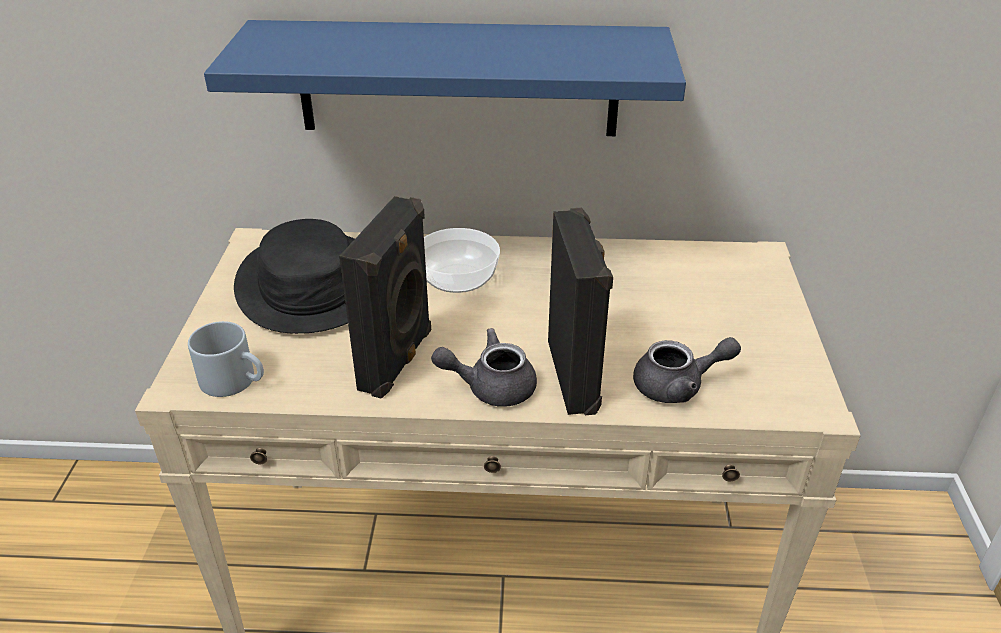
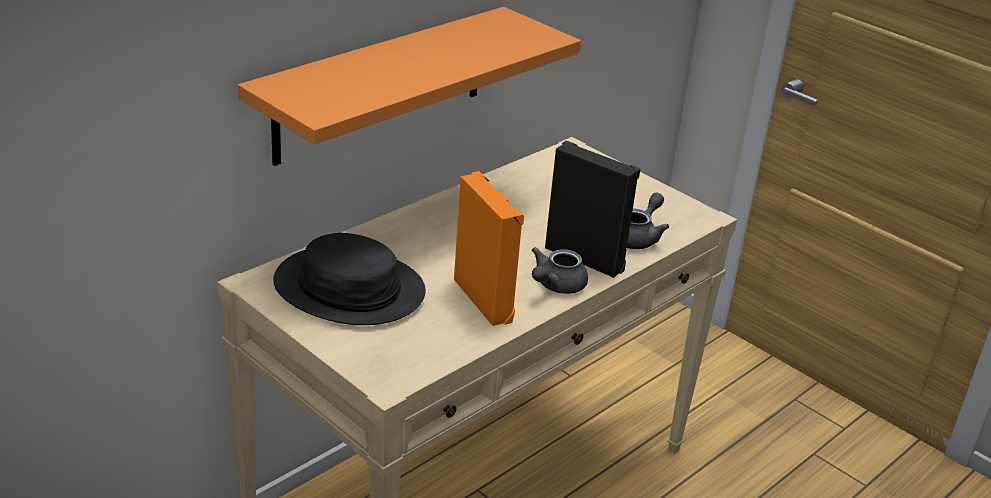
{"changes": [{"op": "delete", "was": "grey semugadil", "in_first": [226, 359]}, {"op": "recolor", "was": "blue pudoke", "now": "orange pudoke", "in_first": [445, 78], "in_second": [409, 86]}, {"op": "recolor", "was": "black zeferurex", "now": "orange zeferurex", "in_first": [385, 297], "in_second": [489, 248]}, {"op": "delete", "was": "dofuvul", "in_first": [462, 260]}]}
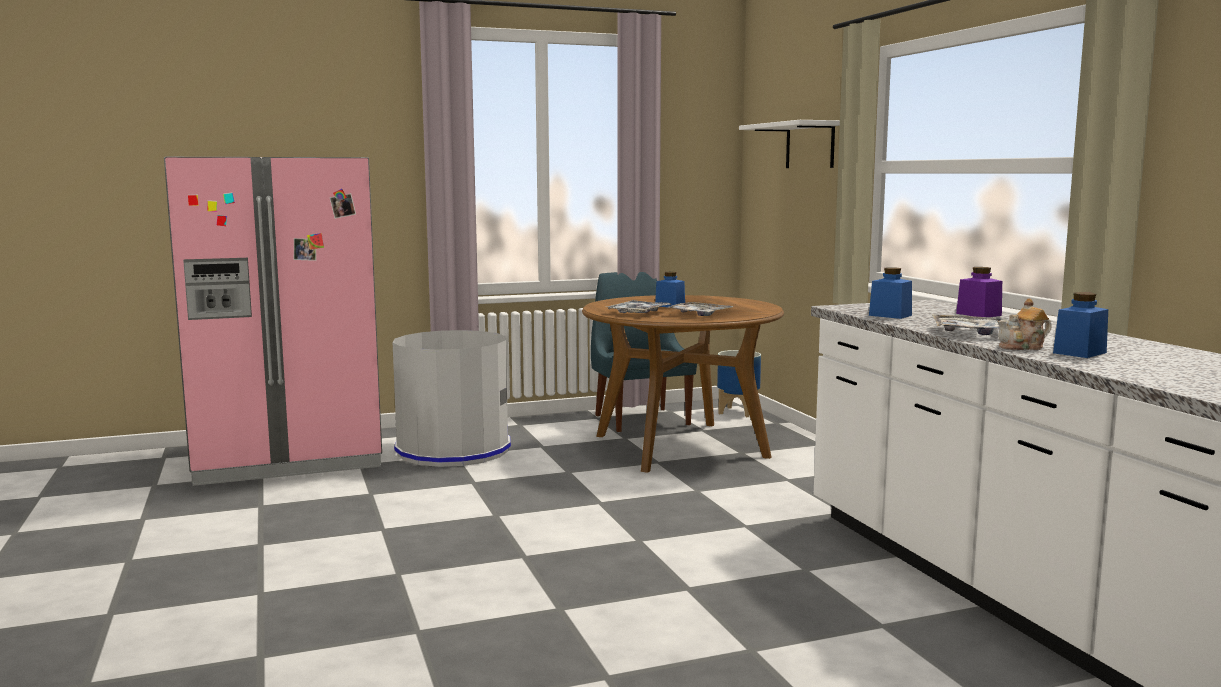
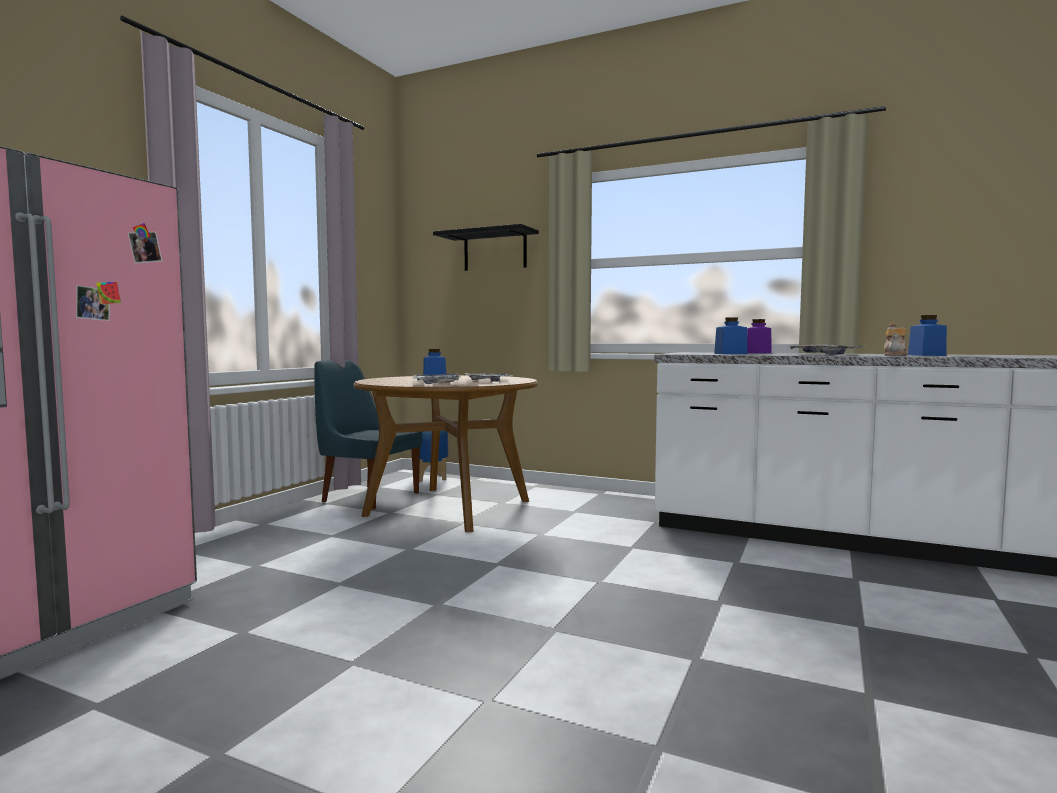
{"changes": [{"op": "delete", "was": "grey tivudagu", "in_first": [451, 398]}, {"op": "recolor", "was": "white pudoke", "now": "black pudoke", "in_first": [789, 144], "in_second": [486, 247]}]}
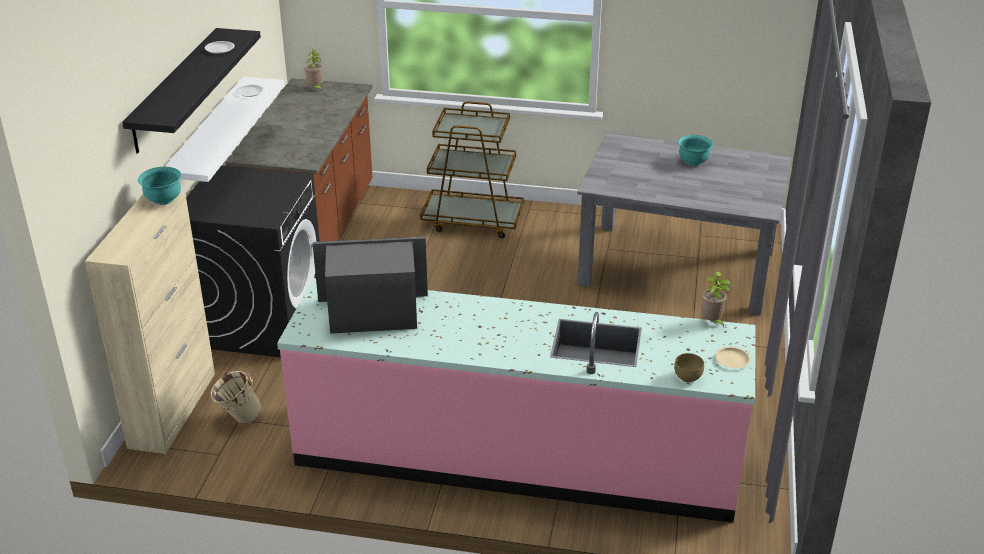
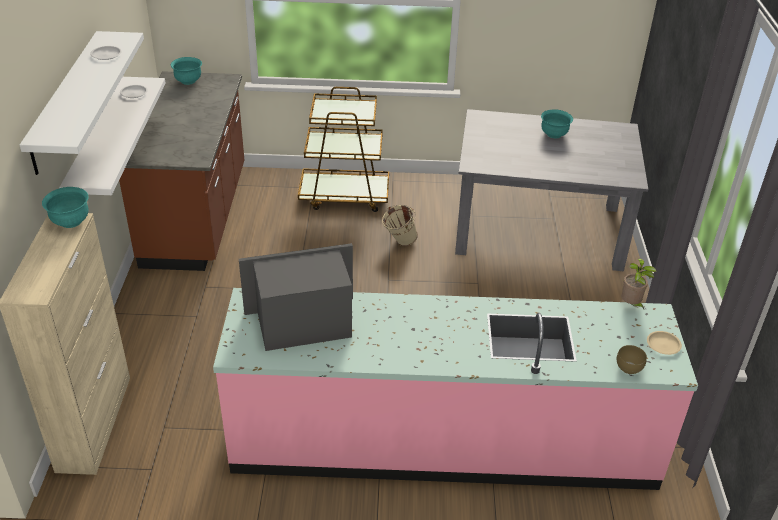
{"changes": [{"op": "recolor", "was": "black pudoke", "now": "white pudoke", "in_first": [191, 91], "in_second": [82, 103]}, {"op": "delete", "was": "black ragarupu", "in_first": [253, 262]}, {"op": "move", "was": "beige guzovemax", "in_first": [236, 397], "in_second": [400, 225]}, {"op": "replace", "was": "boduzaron", "now": "turquoise dofuvul", "in_first": [313, 69], "in_second": [186, 71]}]}
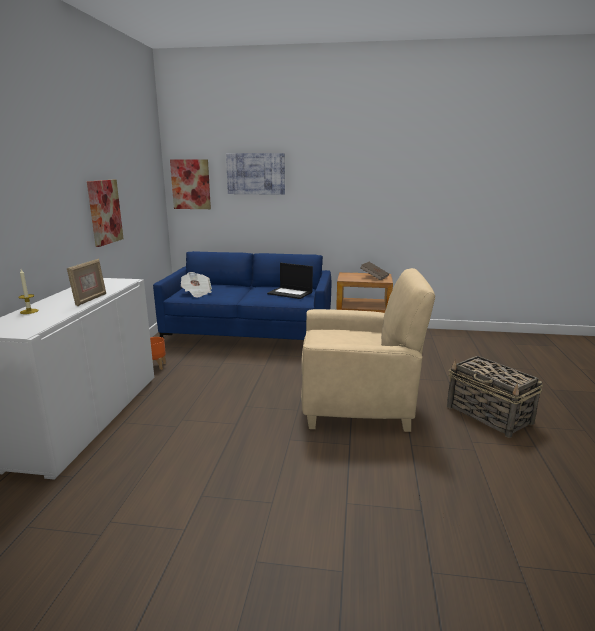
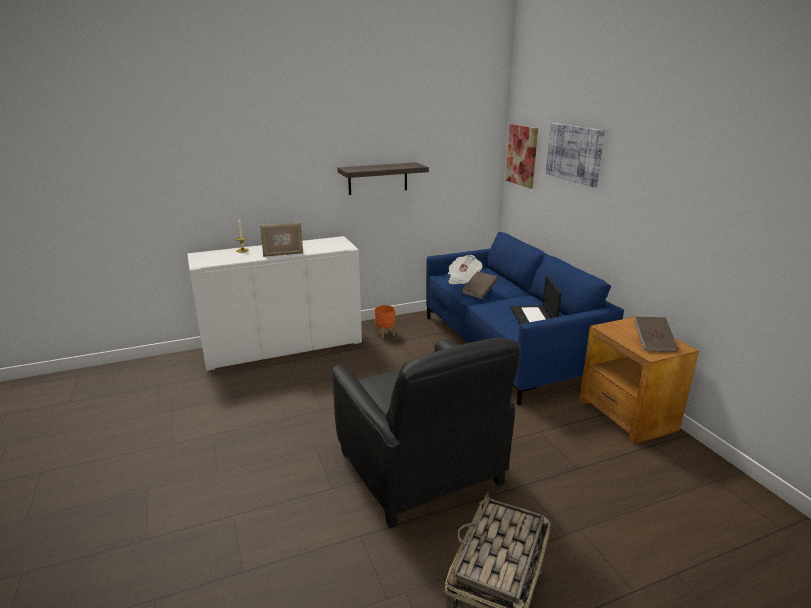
{"changes": [{"op": "replace", "was": "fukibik", "now": "pudoke", "in_first": [105, 213], "in_second": [383, 178]}, {"op": "recolor", "was": "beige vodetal", "now": "black vodetal", "in_first": [368, 350], "in_second": [426, 433]}, {"op": "insert", "now": "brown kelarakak", "in_second": [480, 285]}]}
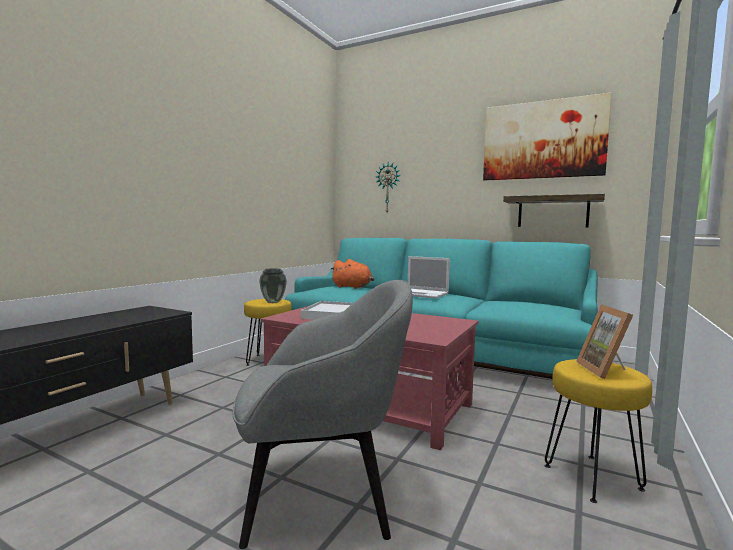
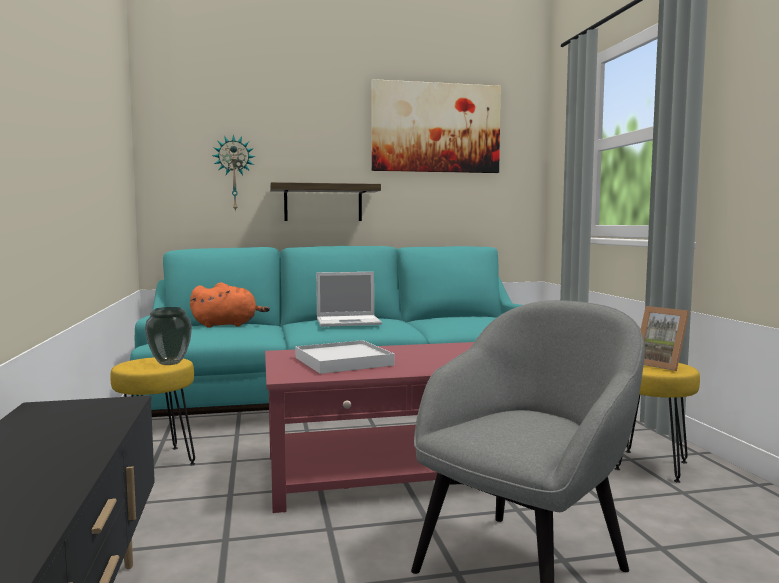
{"changes": [{"op": "move", "was": "pudoke", "in_first": [554, 210], "in_second": [325, 201]}]}
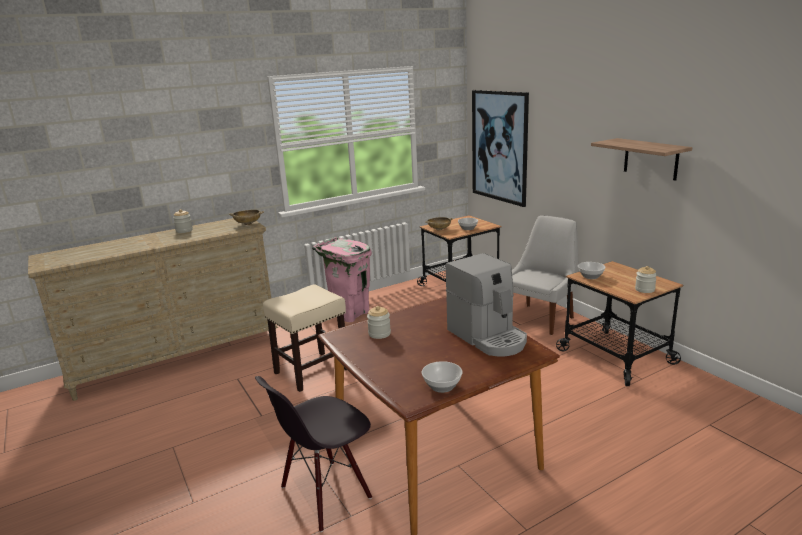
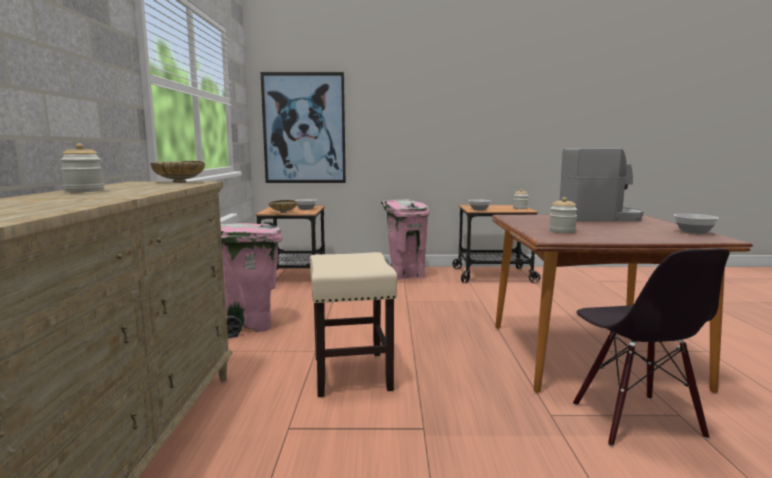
{"changes": [{"op": "replace", "was": "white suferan", "now": "pink tivudagu", "in_first": [545, 275], "in_second": [405, 239]}, {"op": "delete", "was": "pudoke", "in_first": [641, 159]}]}
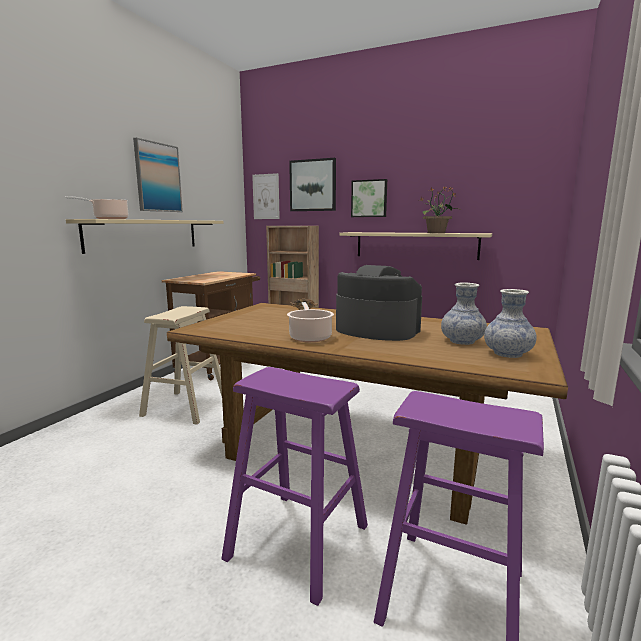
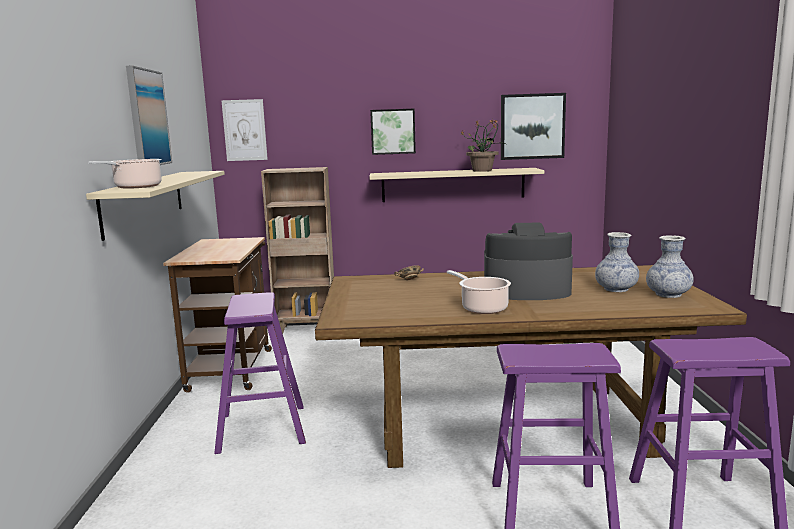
{"changes": [{"op": "recolor", "was": "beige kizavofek", "now": "purple kizavofek", "in_first": [180, 365], "in_second": [260, 373]}, {"op": "move", "was": "fukibik", "in_first": [312, 184], "in_second": [533, 126]}]}
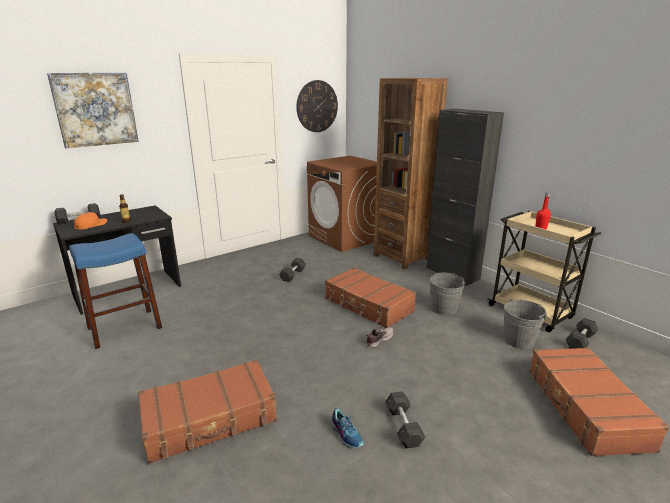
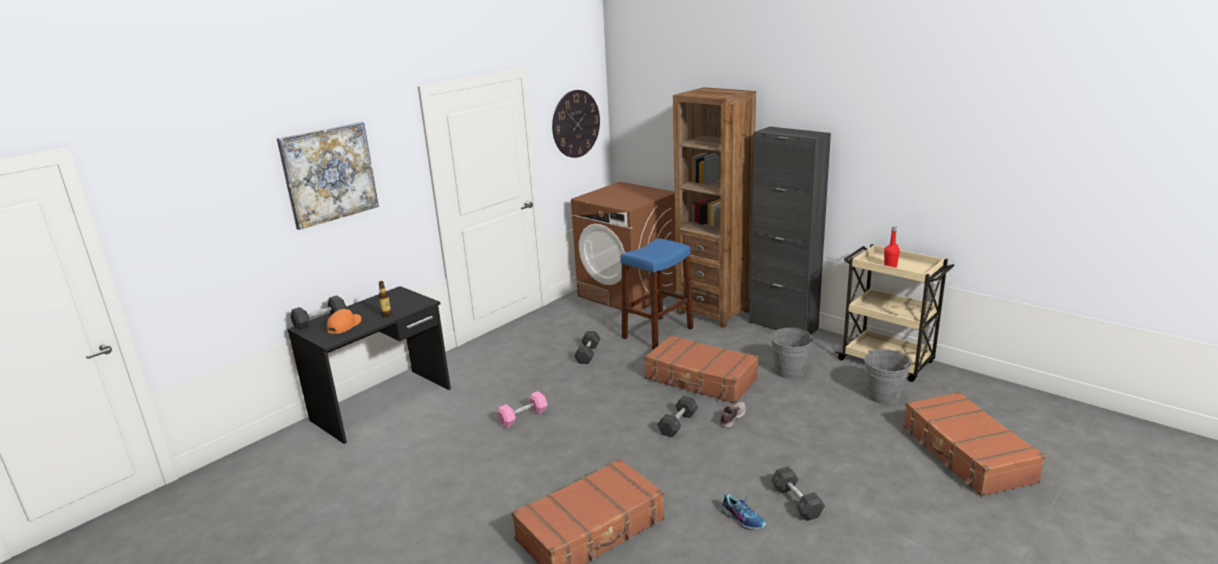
{"changes": [{"op": "move", "was": "blue kizavofek", "in_first": [115, 291], "in_second": [656, 294]}, {"op": "move", "was": "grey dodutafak", "in_first": [582, 333], "in_second": [677, 416]}, {"op": "insert", "now": "pink dodutafak", "in_second": [522, 409]}]}
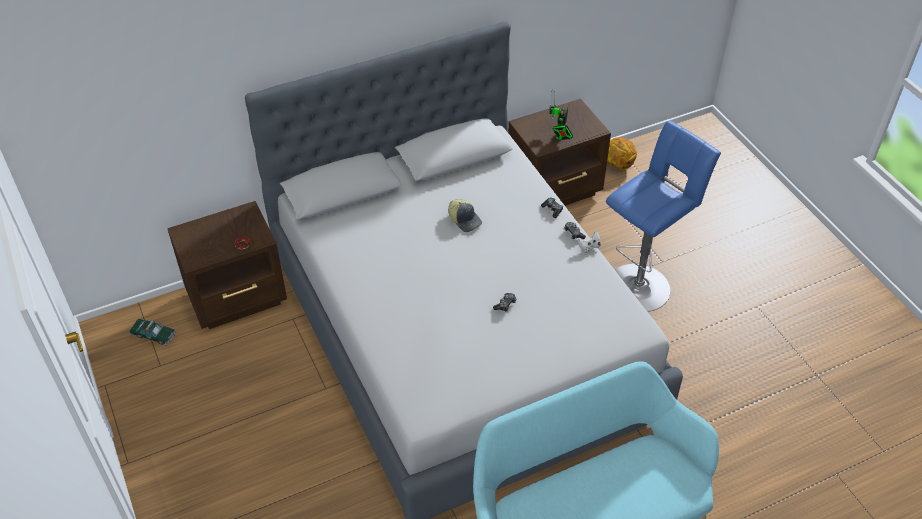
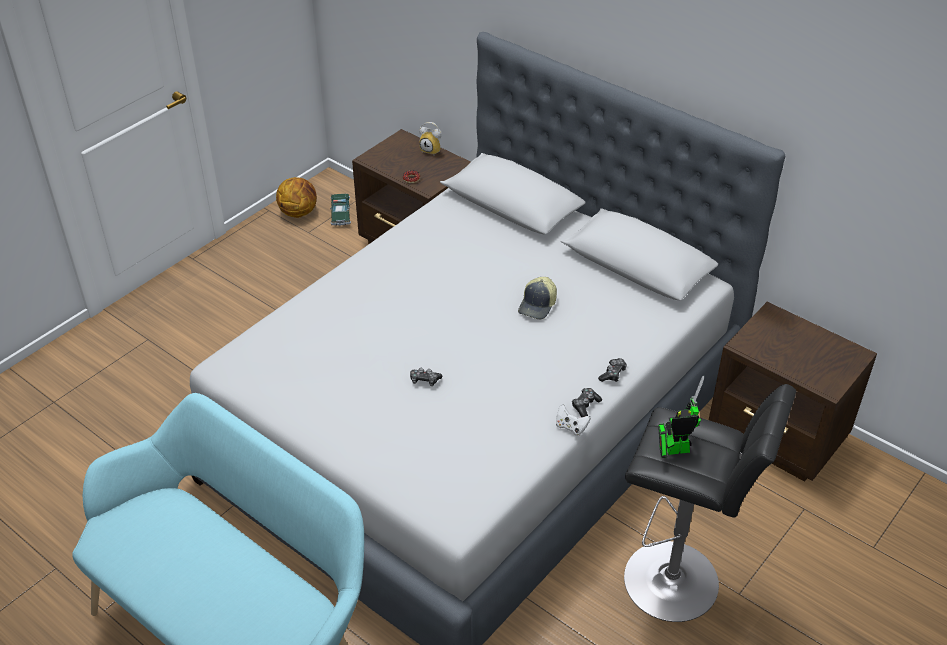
{"changes": [{"op": "move", "was": "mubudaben", "in_first": [561, 114], "in_second": [681, 417]}, {"op": "recolor", "was": "blue kizavofek", "now": "black kizavofek", "in_first": [663, 216], "in_second": [710, 503]}, {"op": "move", "was": "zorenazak", "in_first": [622, 153], "in_second": [296, 197]}, {"op": "insert", "now": "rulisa", "in_second": [430, 138]}]}
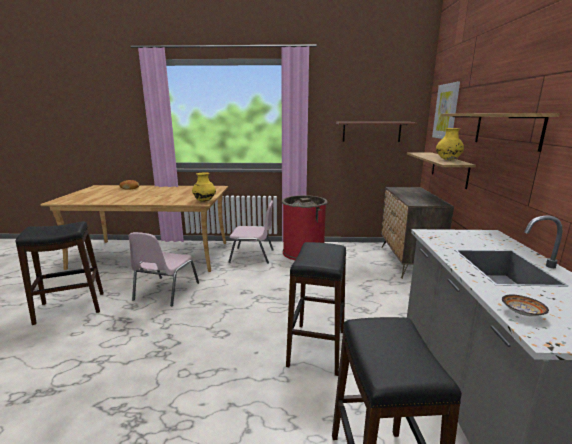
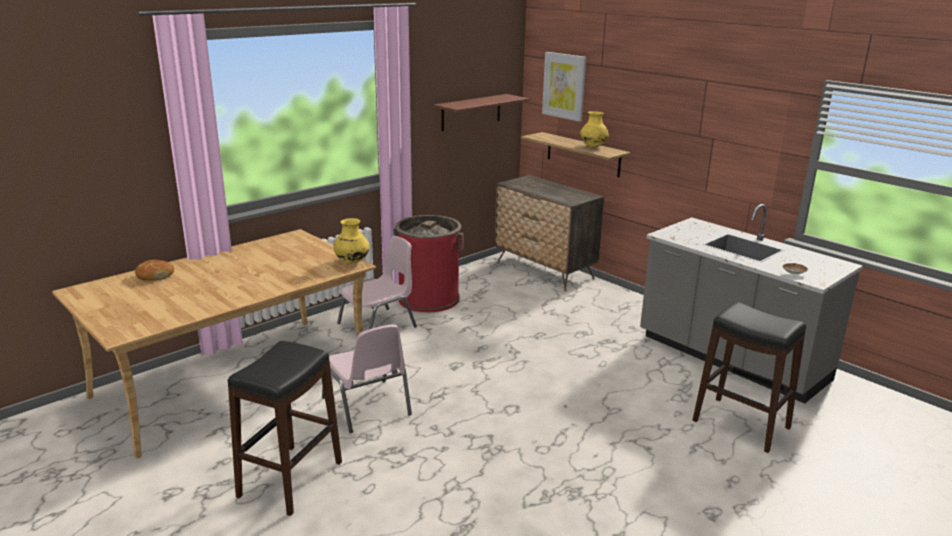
{"changes": [{"op": "delete", "was": "black kizavofek", "in_first": [316, 309]}, {"op": "delete", "was": "pudoke", "in_first": [501, 132]}]}
